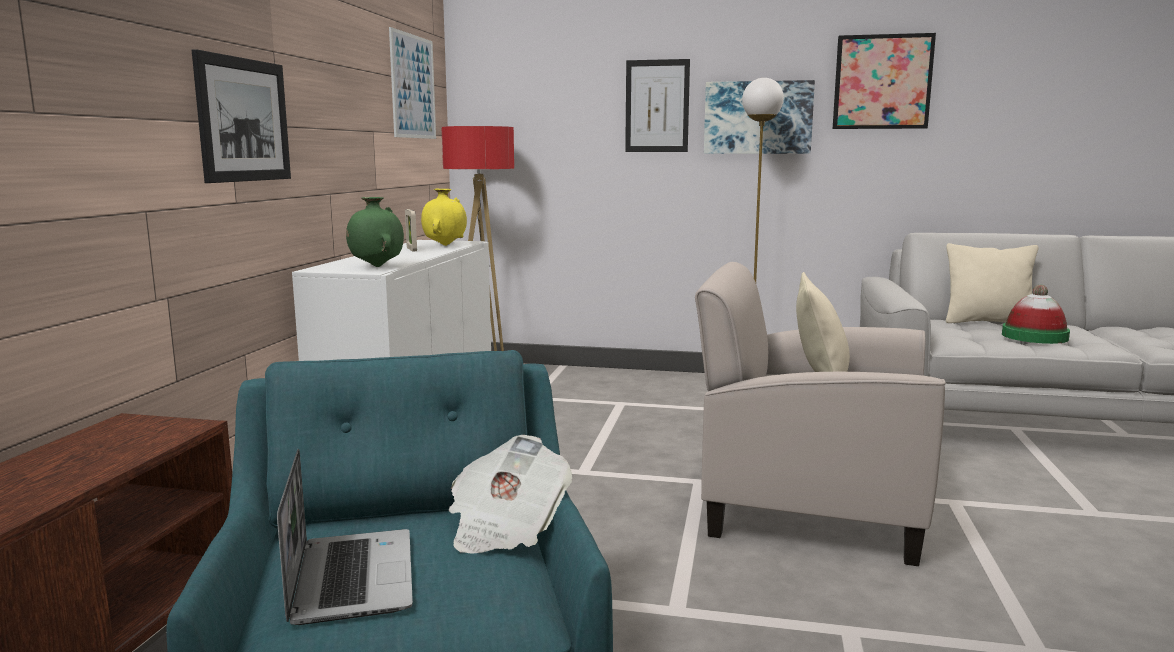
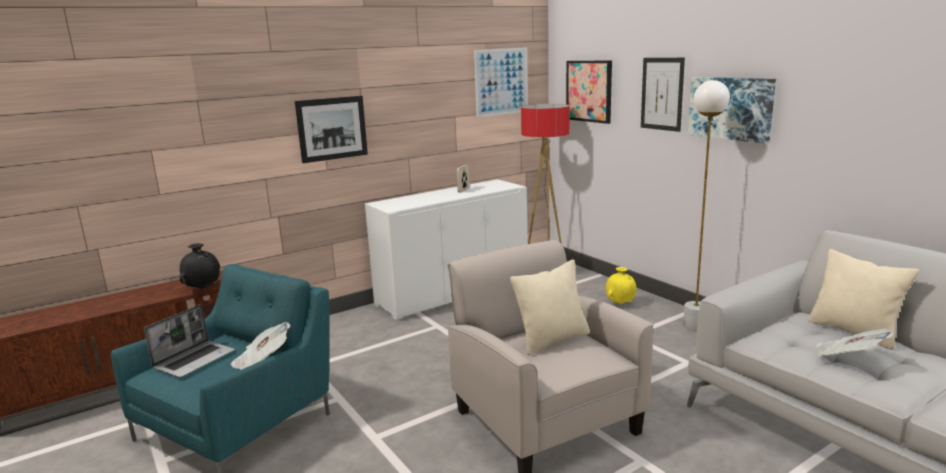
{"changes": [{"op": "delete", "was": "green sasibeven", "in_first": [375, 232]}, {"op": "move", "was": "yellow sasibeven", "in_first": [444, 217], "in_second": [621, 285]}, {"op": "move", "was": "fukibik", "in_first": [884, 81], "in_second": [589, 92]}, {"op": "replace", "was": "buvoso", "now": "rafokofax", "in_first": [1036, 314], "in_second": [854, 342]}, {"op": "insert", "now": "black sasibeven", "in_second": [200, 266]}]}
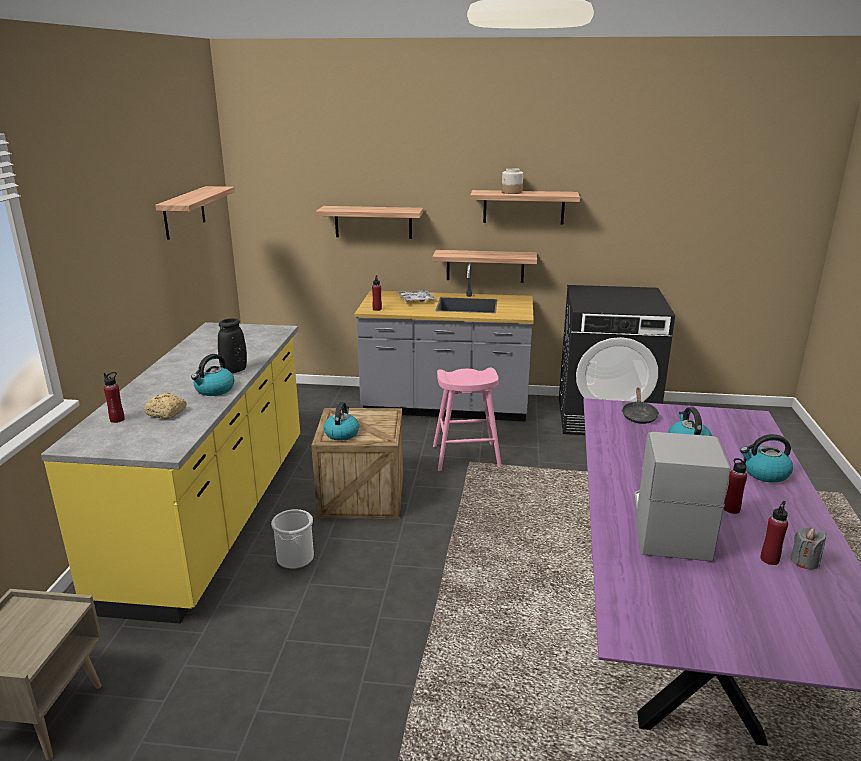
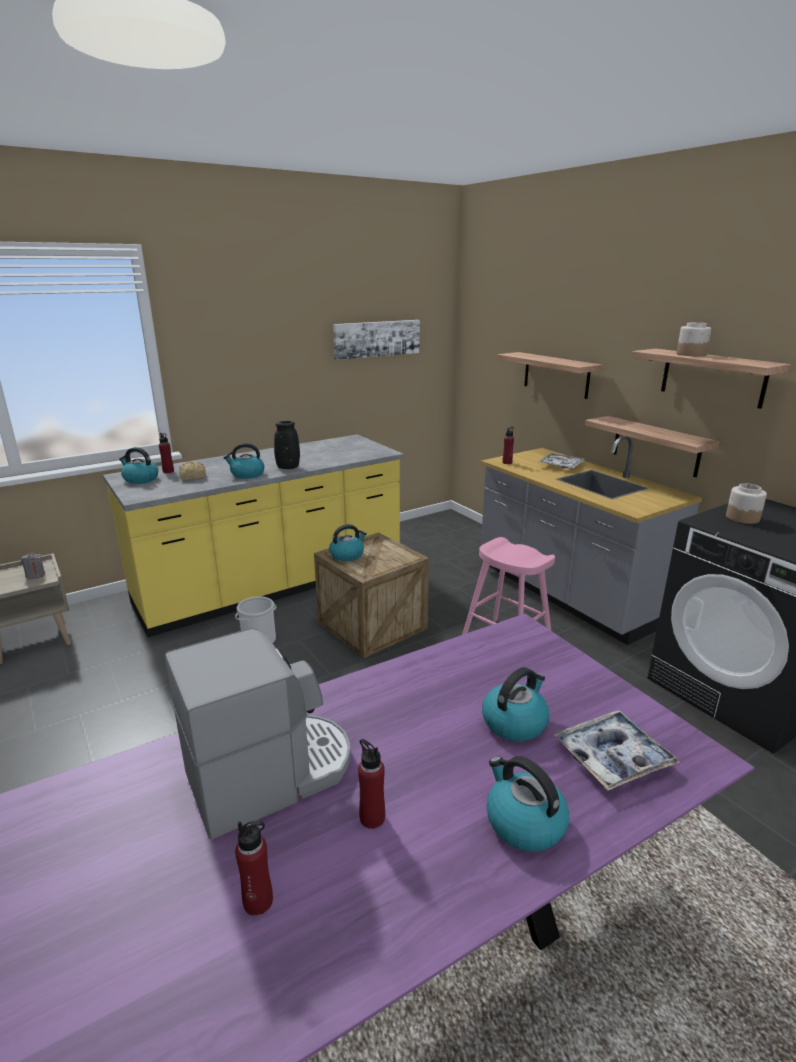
{"changes": [{"op": "replace", "was": "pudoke", "now": "fukibik", "in_first": [195, 213], "in_second": [376, 340]}, {"op": "delete", "was": "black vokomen", "in_first": [640, 406]}, {"op": "move", "was": "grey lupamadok", "in_first": [808, 548], "in_second": [33, 565]}, {"op": "insert", "now": "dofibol", "in_second": [139, 465]}, {"op": "insert", "now": "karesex", "in_second": [617, 750]}, {"op": "insert", "now": "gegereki", "in_second": [746, 503]}]}
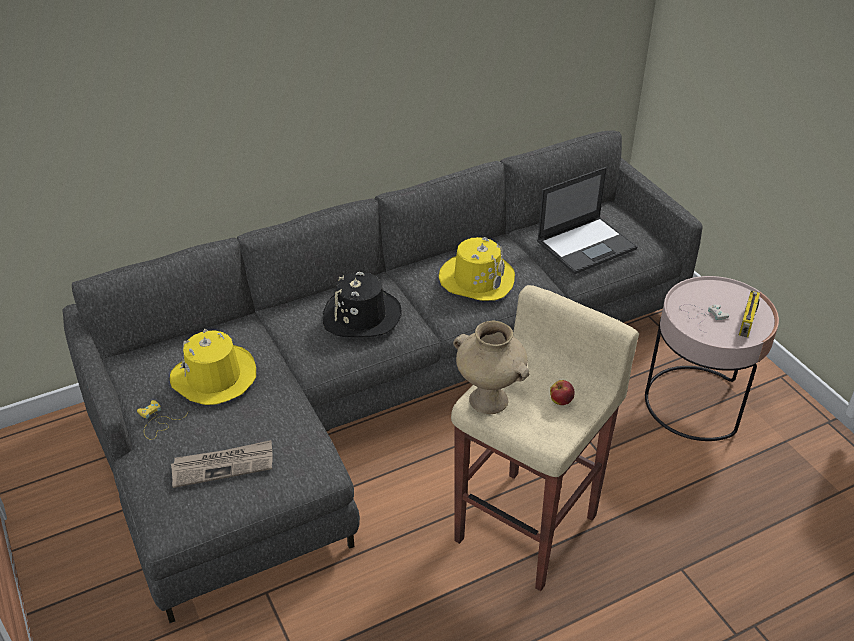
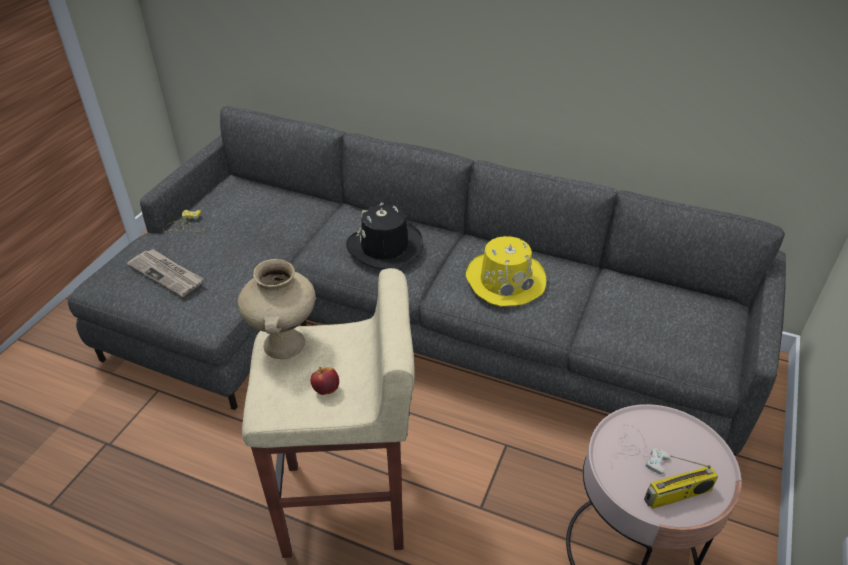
{"changes": [{"op": "delete", "was": "yellow buvoso", "in_first": [213, 367]}, {"op": "delete", "was": "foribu", "in_first": [587, 220]}]}
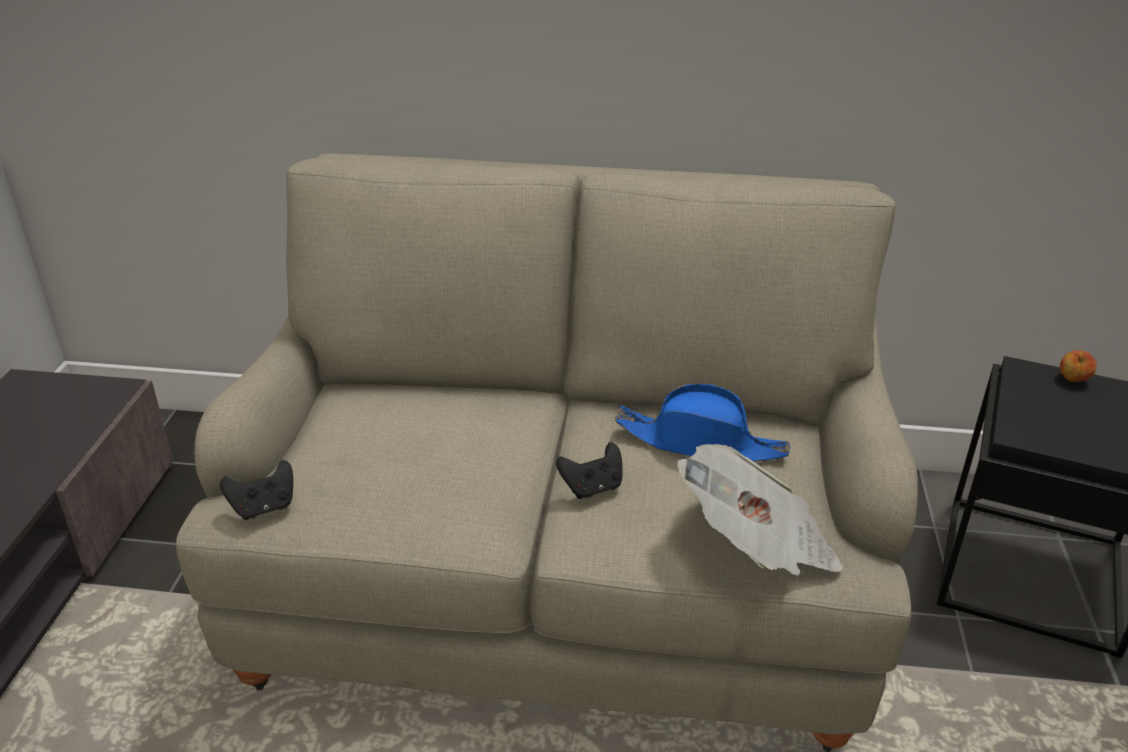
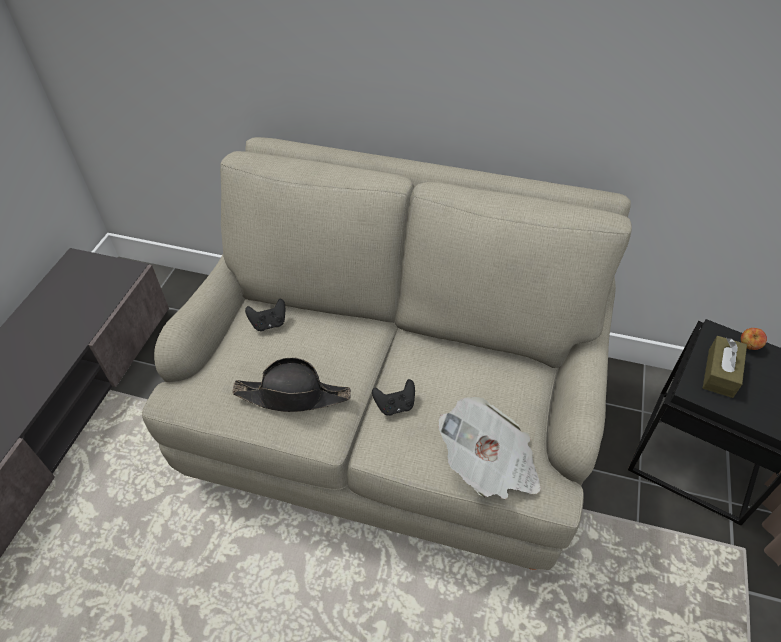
{"changes": [{"op": "move", "was": "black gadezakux", "in_first": [256, 490], "in_second": [265, 315]}, {"op": "delete", "was": "blue buvoso", "in_first": [702, 423]}, {"op": "insert", "now": "black buvoso", "in_second": [291, 385]}, {"op": "insert", "now": "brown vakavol", "in_second": [725, 367]}]}
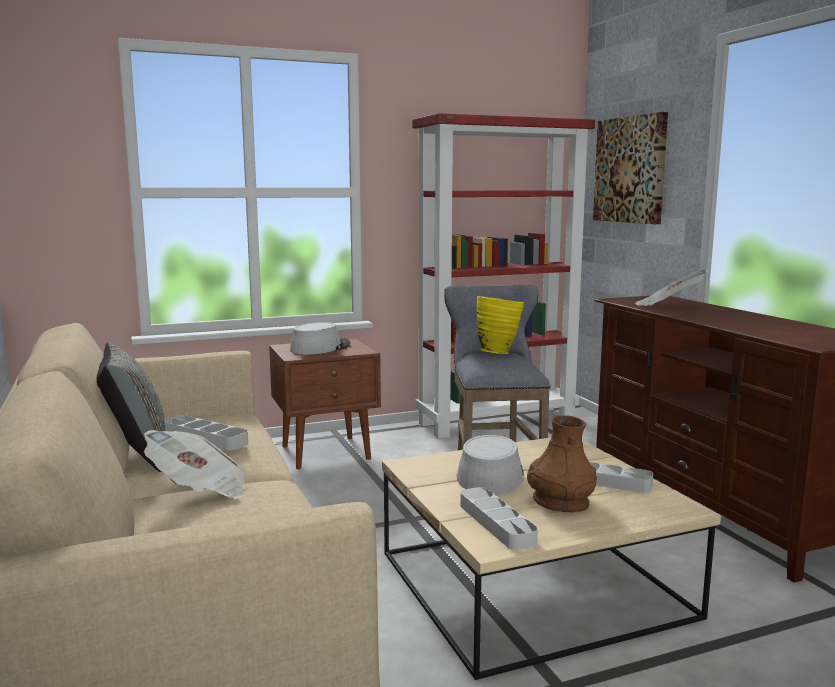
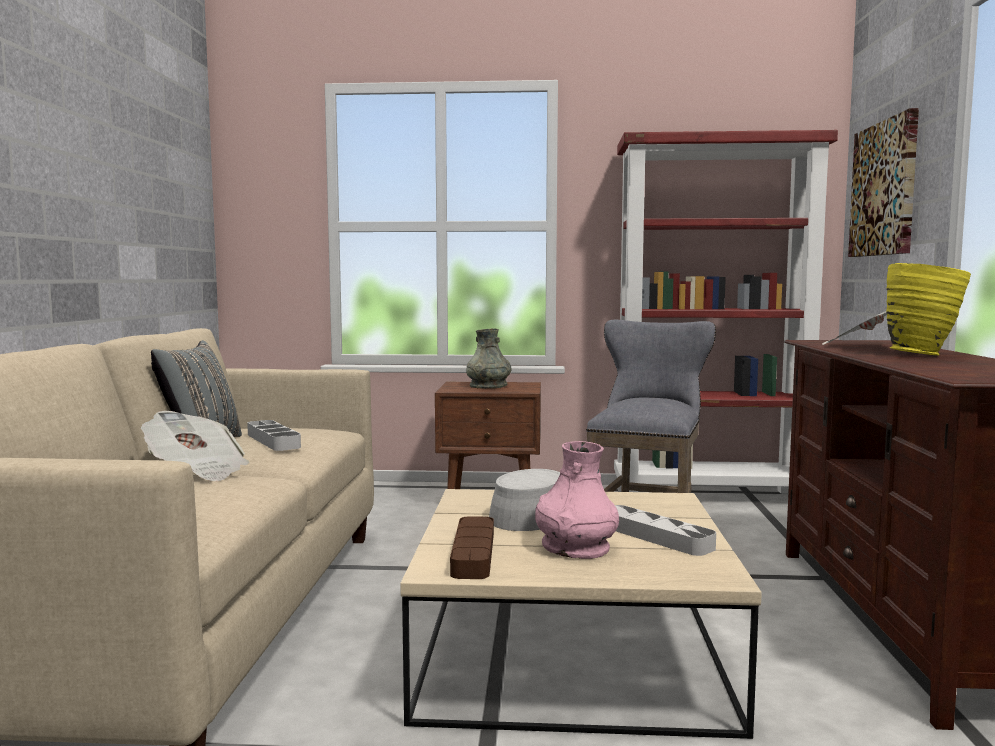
{"changes": [{"op": "replace", "was": "grey buvoso", "now": "grey sasibeven", "in_first": [320, 338], "in_second": [489, 359]}, {"op": "recolor", "was": "grey karesex", "now": "brown karesex", "in_first": [499, 518], "in_second": [472, 548]}, {"op": "move", "was": "yellow sasibeven", "in_first": [500, 325], "in_second": [928, 309]}, {"op": "recolor", "was": "brown sasibeven", "now": "pink sasibeven", "in_first": [562, 463], "in_second": [577, 500]}]}
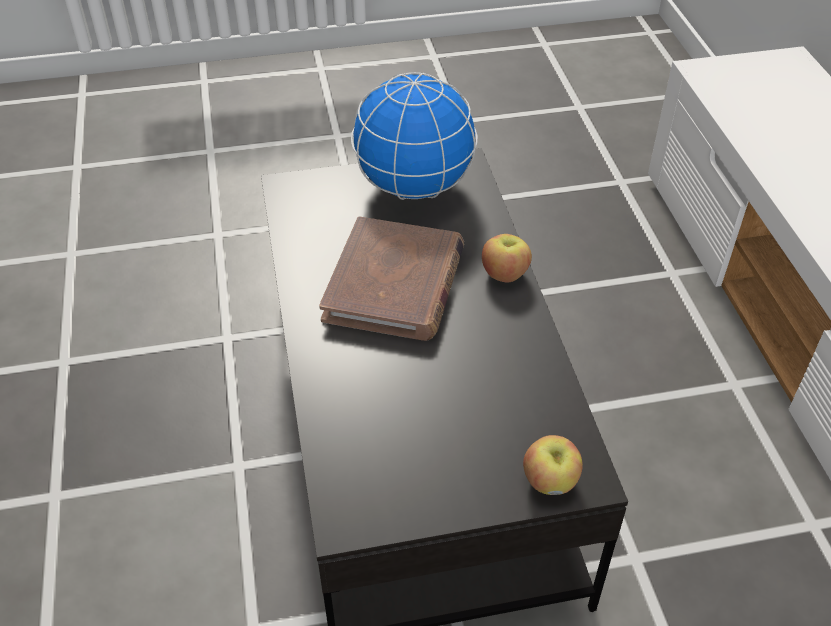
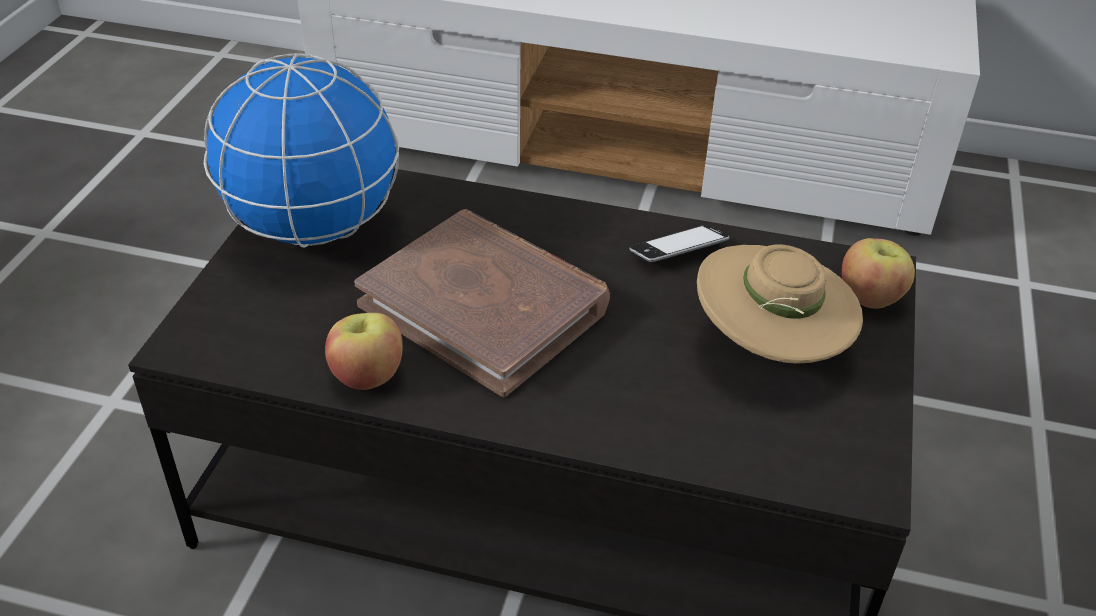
{"changes": [{"op": "move", "was": "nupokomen", "in_first": [507, 258], "in_second": [364, 351]}, {"op": "insert", "now": "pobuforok", "in_second": [679, 243]}, {"op": "insert", "now": "beige buvoso", "in_second": [780, 303]}]}
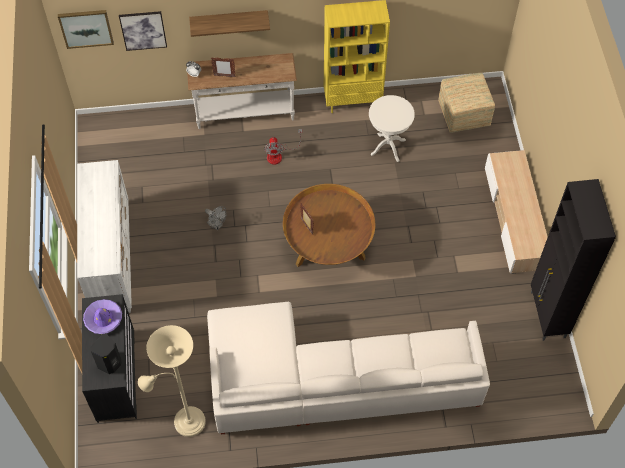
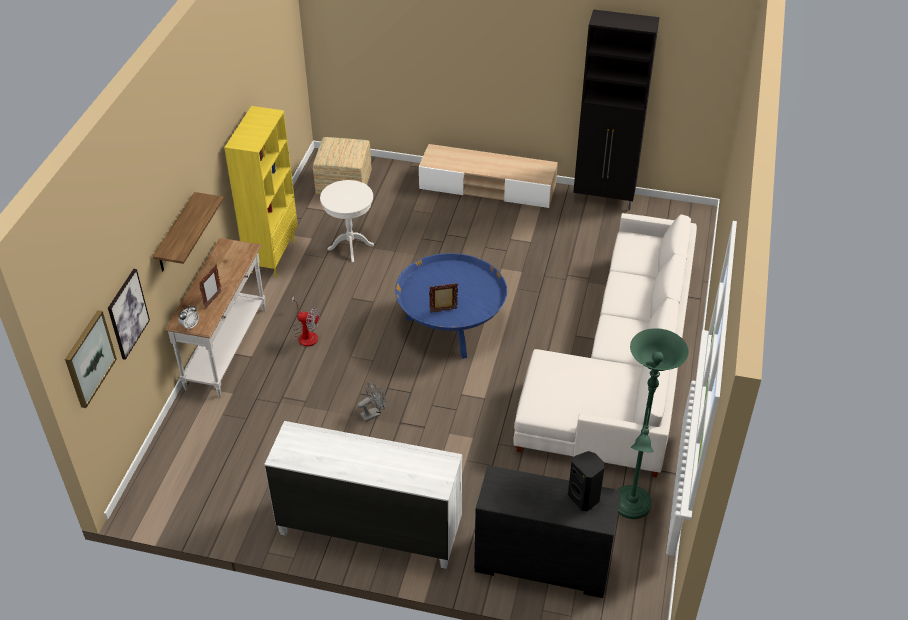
{"changes": [{"op": "delete", "was": "purple buvoso", "in_first": [102, 316]}, {"op": "recolor", "was": "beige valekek", "now": "green valekek", "in_first": [172, 381], "in_second": [653, 423]}, {"op": "recolor", "was": "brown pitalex", "now": "blue pitalex", "in_first": [329, 225], "in_second": [451, 306]}]}
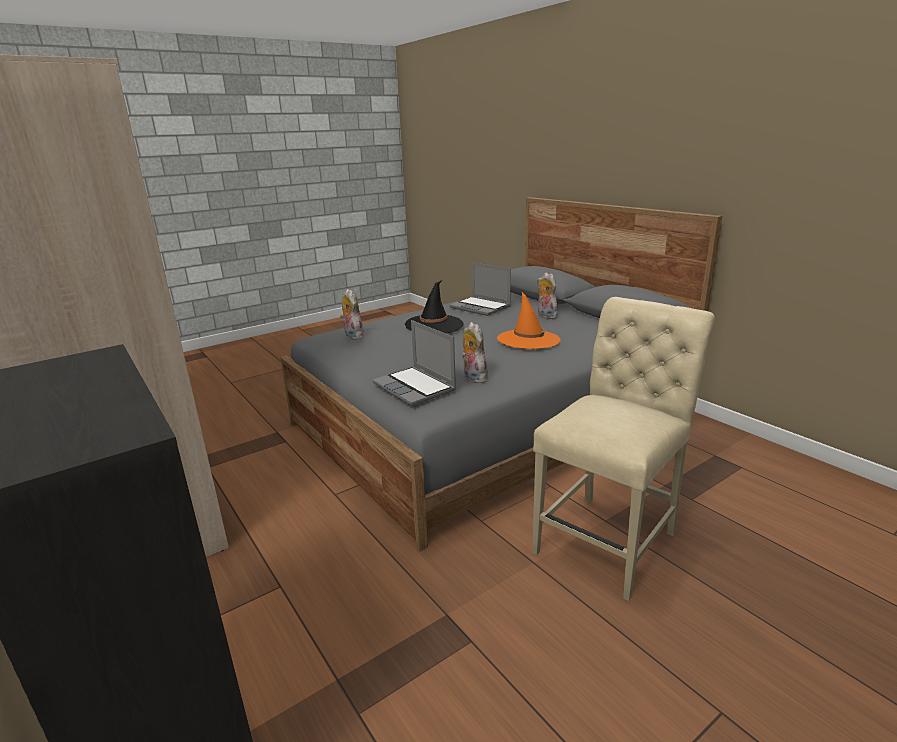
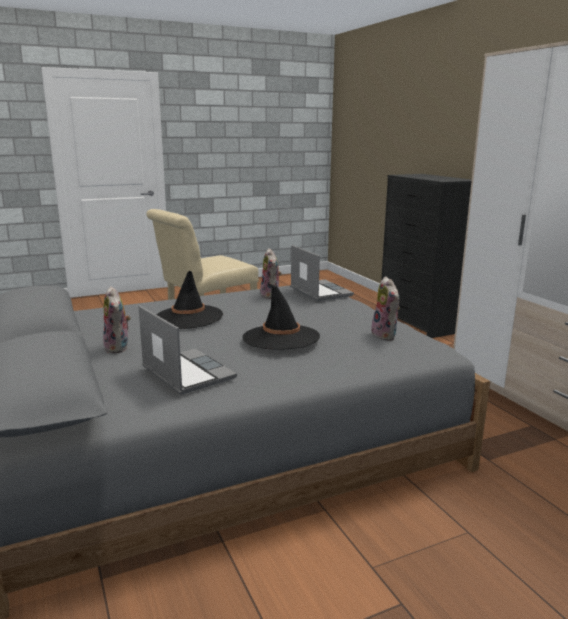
{"changes": [{"op": "recolor", "was": "orange buvoso", "now": "black buvoso", "in_first": [529, 320], "in_second": [189, 299]}]}
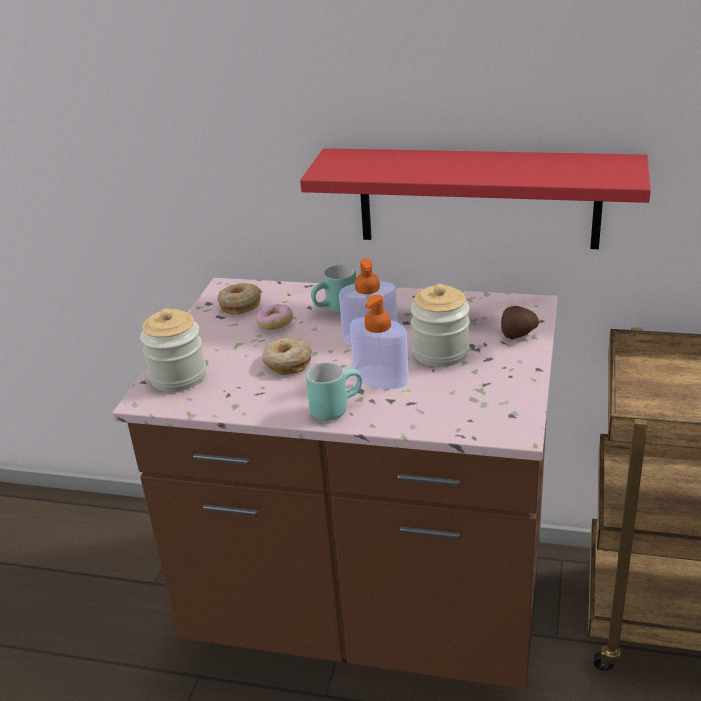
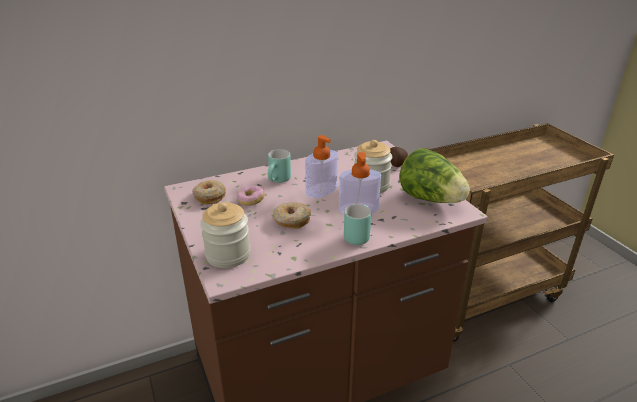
{"changes": [{"op": "delete", "was": "red pudoke", "in_first": [475, 198]}, {"op": "insert", "now": "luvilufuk", "in_second": [434, 175]}]}
